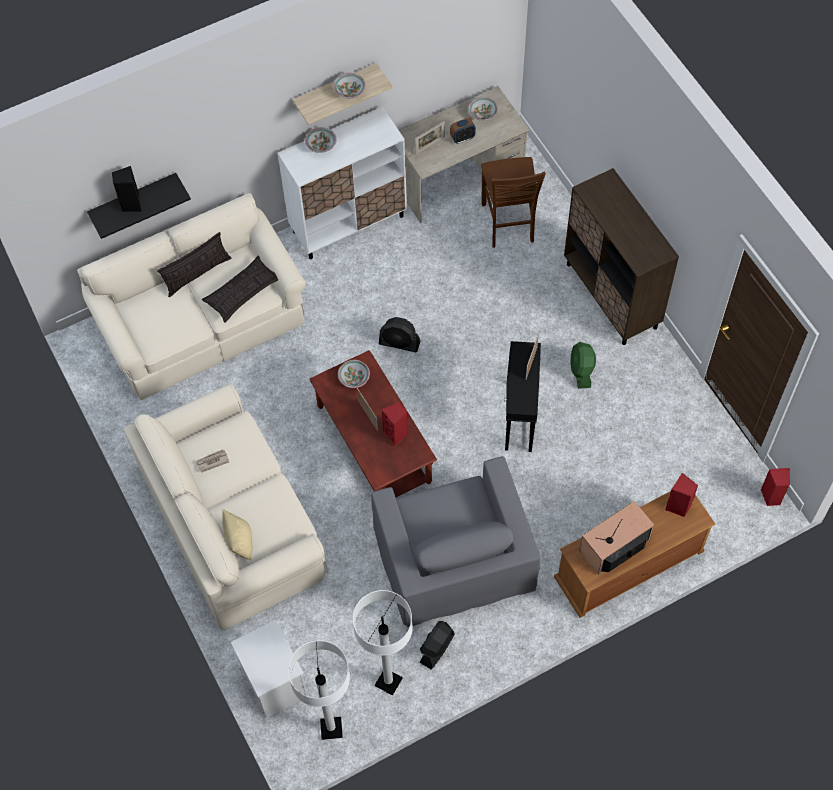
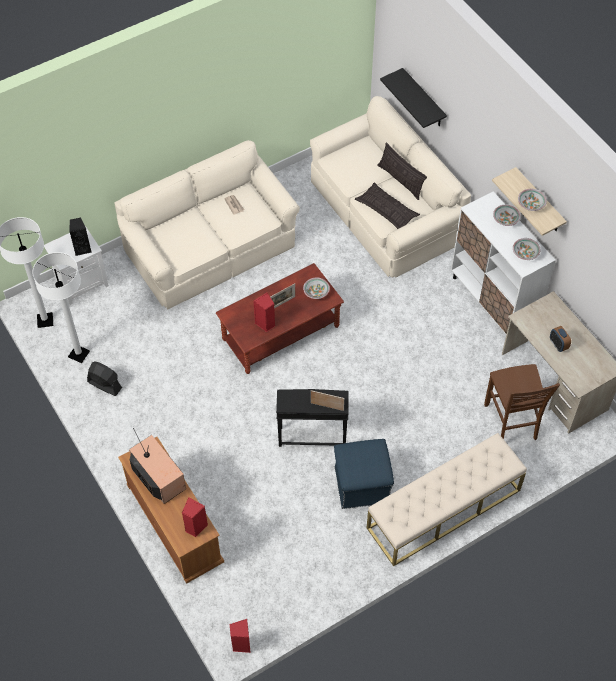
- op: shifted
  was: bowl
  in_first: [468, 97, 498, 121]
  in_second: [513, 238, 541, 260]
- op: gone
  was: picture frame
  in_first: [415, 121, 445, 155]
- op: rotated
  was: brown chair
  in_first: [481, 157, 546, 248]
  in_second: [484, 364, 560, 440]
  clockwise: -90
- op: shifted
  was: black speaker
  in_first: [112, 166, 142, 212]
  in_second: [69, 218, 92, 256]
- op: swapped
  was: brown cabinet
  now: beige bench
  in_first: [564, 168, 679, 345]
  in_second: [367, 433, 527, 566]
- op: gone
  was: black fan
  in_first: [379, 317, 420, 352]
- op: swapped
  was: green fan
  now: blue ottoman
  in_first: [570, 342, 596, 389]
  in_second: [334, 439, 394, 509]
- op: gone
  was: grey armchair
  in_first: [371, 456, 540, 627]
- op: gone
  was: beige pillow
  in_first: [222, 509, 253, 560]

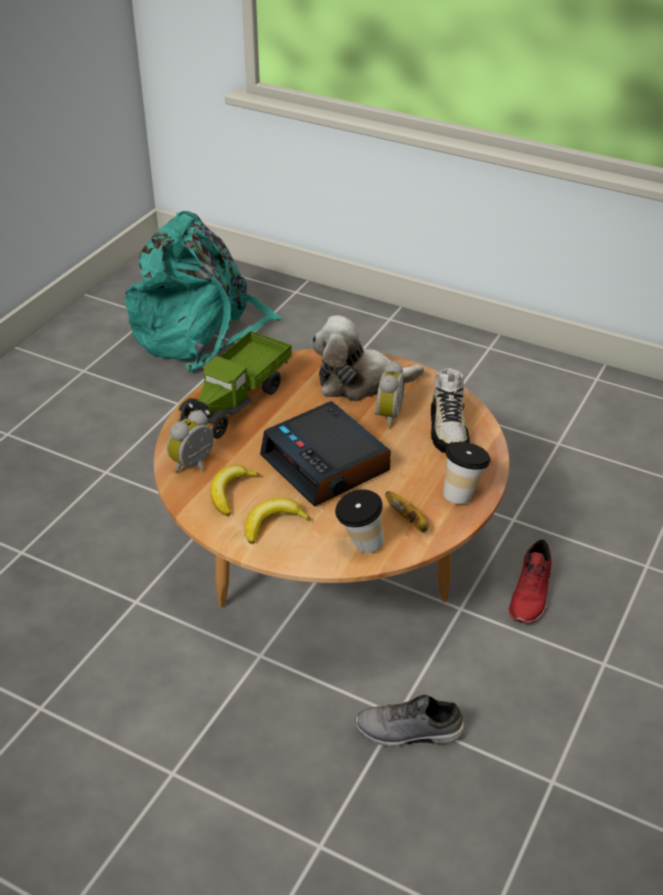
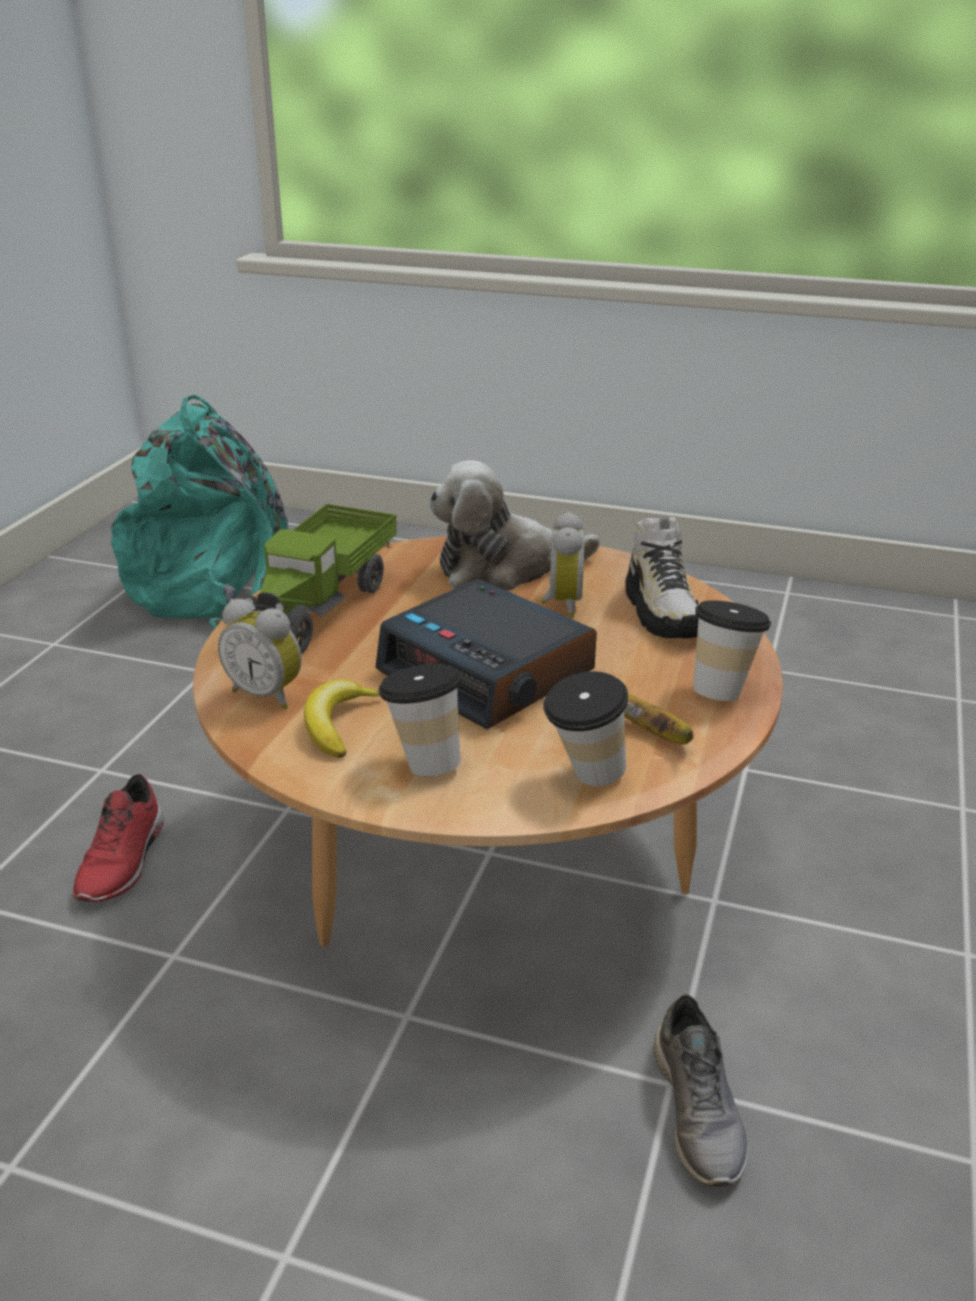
- op: rotated
  was: alarm clock
  in_first: [167, 410, 214, 473]
  in_second: [218, 599, 302, 709]
  clockwise: -90
- op: swapped
  was: banana
  now: cup
  in_first: [245, 498, 311, 544]
  in_second: [378, 664, 461, 776]
- op: shifted
  was: red shoe
  in_first: [509, 539, 552, 624]
  in_second: [73, 774, 164, 902]
- op: rotated
  was: grey shoe
  in_first: [355, 695, 465, 747]
  in_second: [653, 994, 748, 1186]
  clockwise: -90

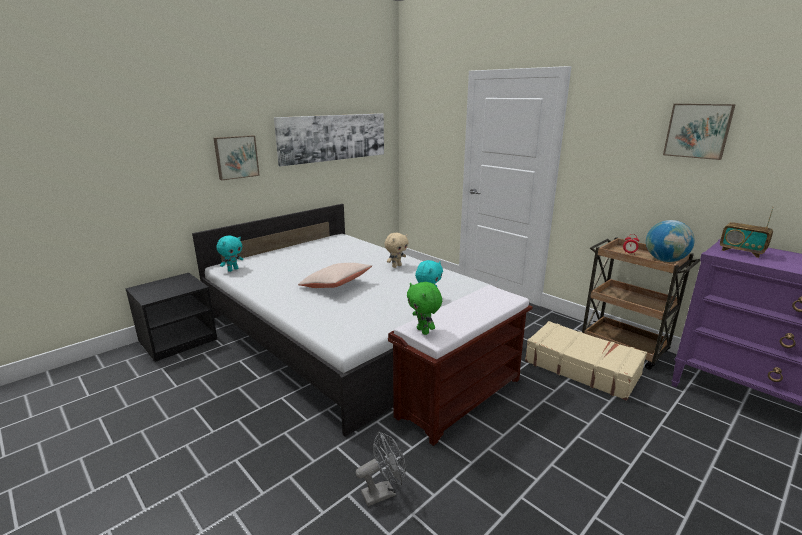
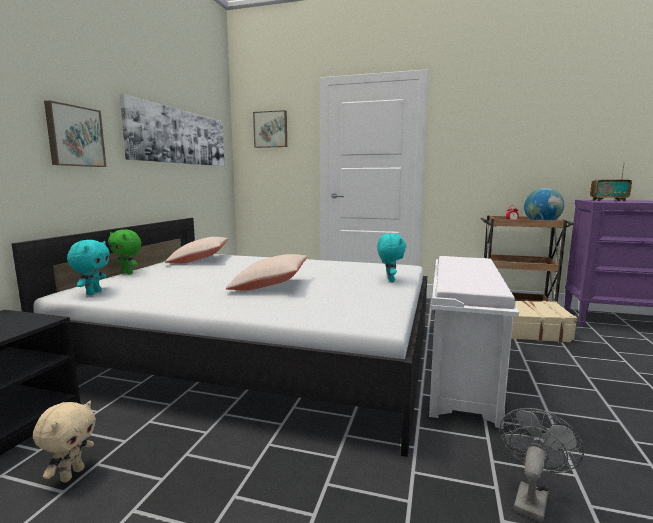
- op: shifted
  was: picture
  in_first: [663, 104, 736, 160]
  in_second: [253, 110, 287, 148]
- op: shifted
  was: beige plush toy
  in_first: [384, 233, 409, 268]
  in_second: [33, 401, 96, 482]
- op: shifted
  was: green plush toy
  in_first: [407, 282, 442, 335]
  in_second: [108, 229, 141, 274]
- op: repainted
  was: brown bench
  now: white bench
  in_first: [388, 285, 533, 446]
  in_second: [429, 256, 519, 429]
- op: new
  now: beige pillow
  in_second: [165, 237, 228, 264]

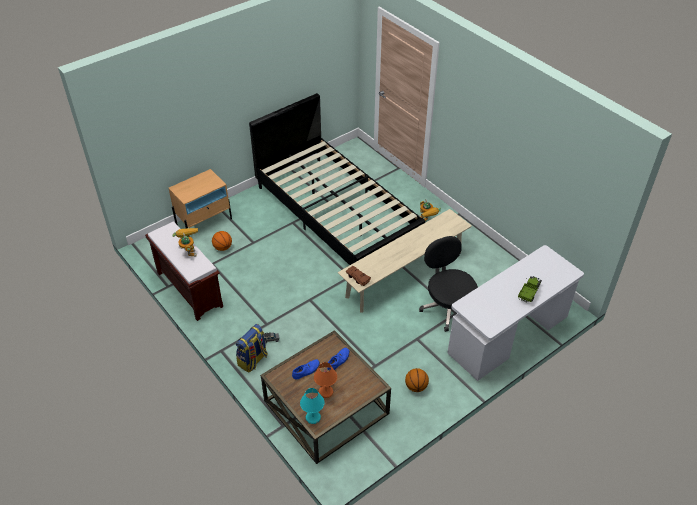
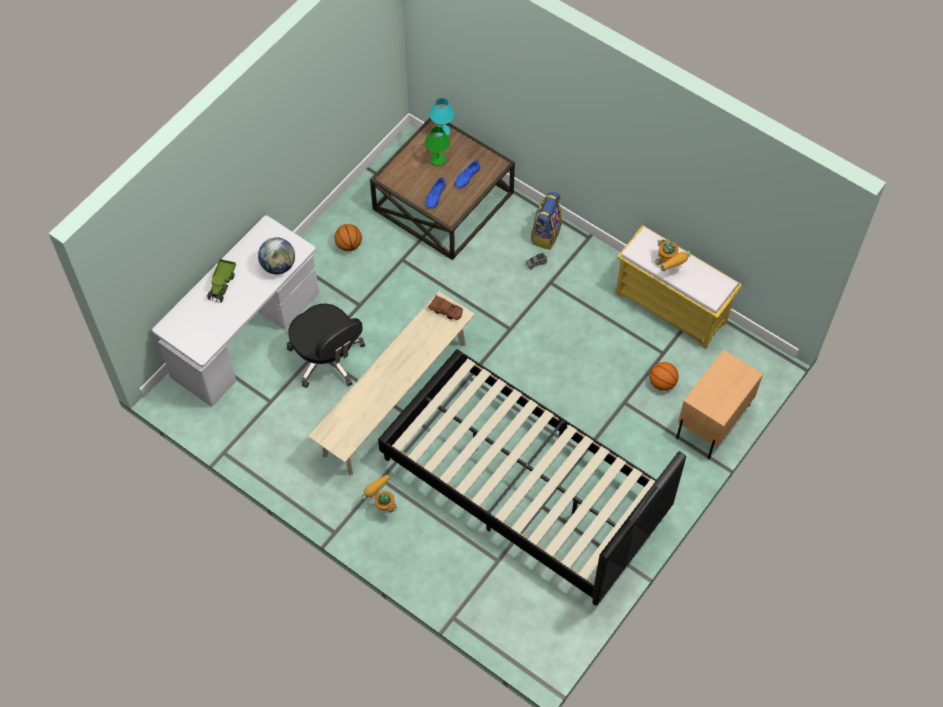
- op: repainted
  was: brown bench
  now: yellow bench
  in_first: [145, 222, 223, 321]
  in_second: [615, 225, 742, 349]
- op: repainted
  was: orange table lamp
  now: green table lamp
  in_first: [314, 362, 337, 398]
  in_second: [425, 126, 450, 166]
- op: new
  now: globe
  in_second: [258, 238, 295, 274]

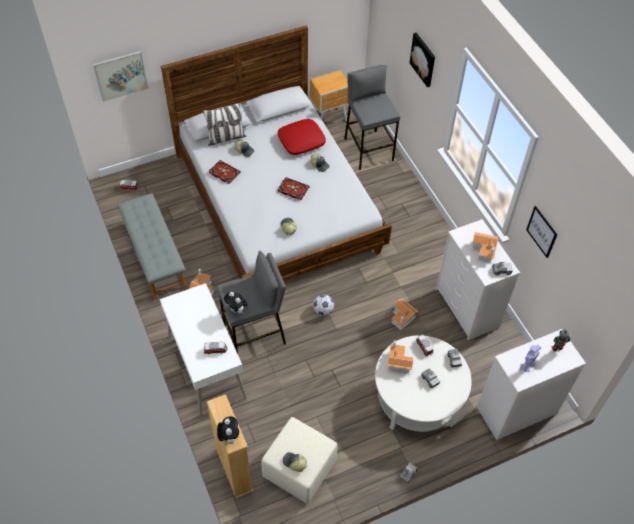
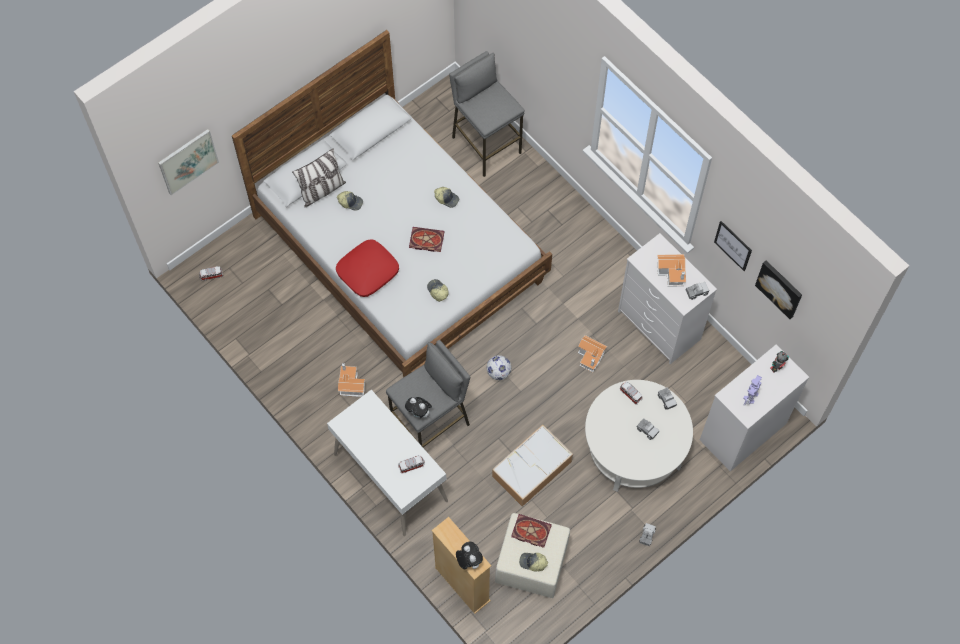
- op: shifted
  was: picture
  in_first: [410, 32, 435, 87]
  in_second: [755, 261, 802, 319]
- op: gone
  was: brown nightstand
  in_first: [310, 70, 348, 121]
- op: shifted
  was: red pillow
  in_first: [278, 119, 326, 155]
  in_second: [336, 239, 399, 297]
- op: shifted
  was: book
  in_first: [209, 160, 241, 184]
  in_second: [511, 514, 552, 548]
- op: gone
  was: grey bench
  in_first: [117, 193, 186, 300]
- op: gone
  was: toy house
  in_first: [388, 341, 413, 374]
- op: new
  now: storage box
  in_second: [492, 425, 573, 507]

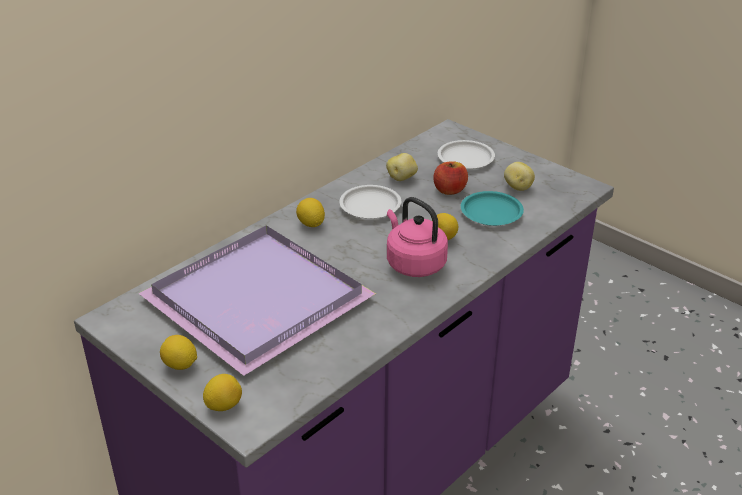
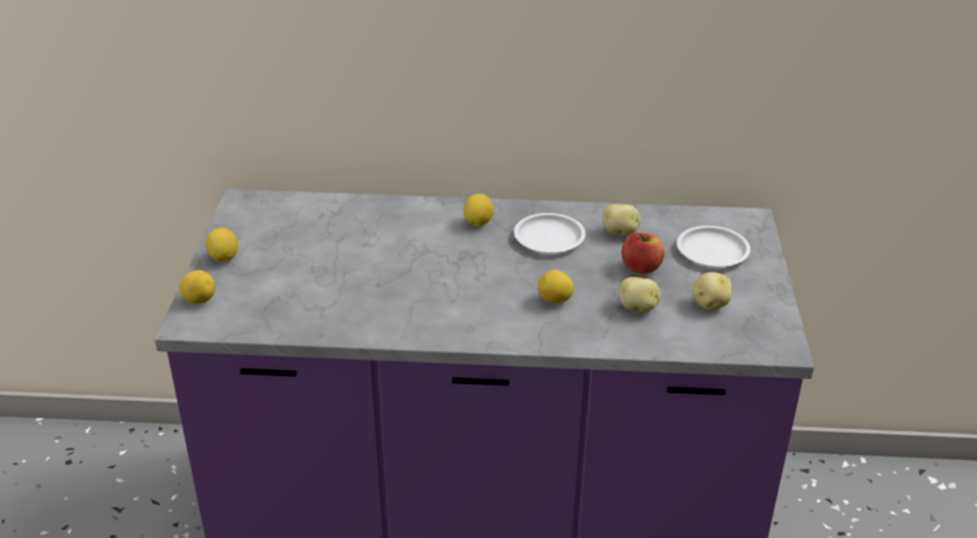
- op: swapped
  was: turquoise plate
  now: potato
  in_first: [461, 191, 524, 226]
  in_second: [619, 277, 661, 312]
- op: gone
  was: pink kettle
  in_first: [387, 197, 448, 277]
- op: gone
  was: purple tray
  in_first: [138, 225, 376, 376]

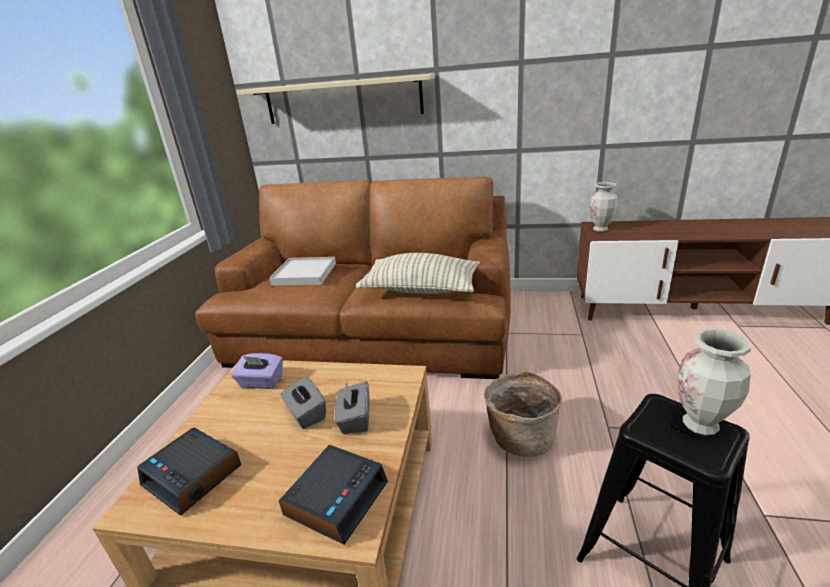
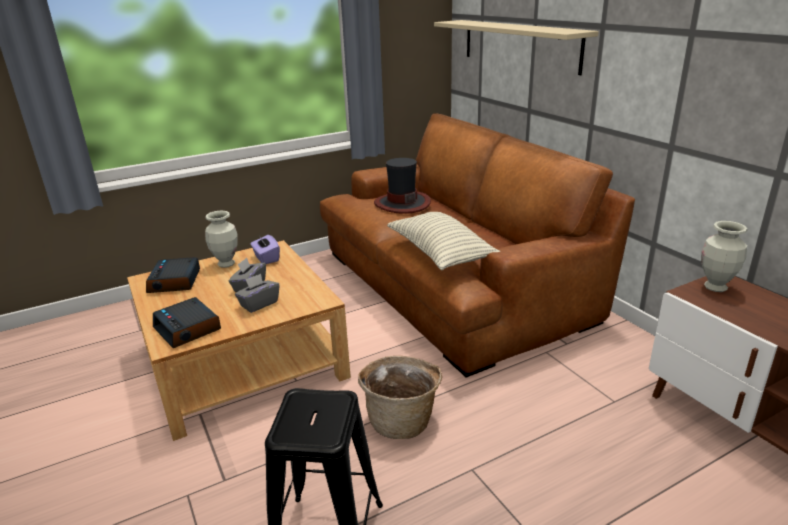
- op: swapped
  was: white tray
  now: hat
  in_first: [269, 257, 336, 286]
  in_second: [374, 158, 431, 214]
- op: shifted
  was: vase
  in_first: [678, 328, 751, 436]
  in_second: [205, 210, 238, 268]
- op: rotated
  was: alarm clock
  in_first: [279, 445, 388, 545]
  in_second: [153, 297, 221, 348]
  clockwise: 60

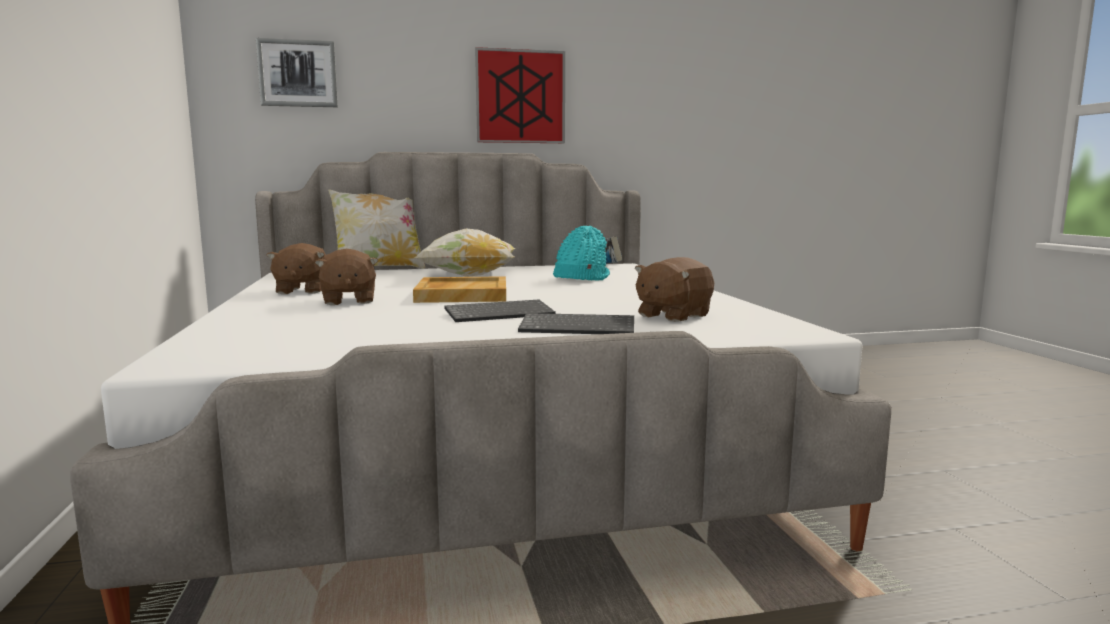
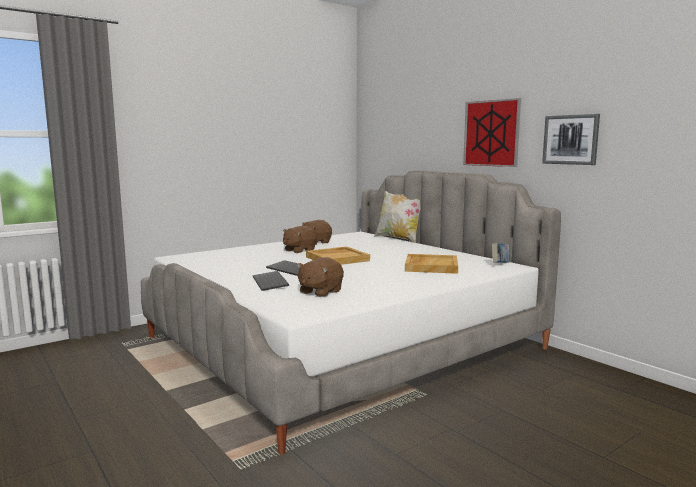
- op: shifted
  was: picture
  in_first: [256, 38, 338, 107]
  in_second: [542, 114, 600, 165]
- op: swapped
  was: turquoise hat
  now: beige tray
  in_first: [553, 226, 610, 281]
  in_second: [405, 254, 458, 274]
- op: gone
  was: pillow
  in_first: [414, 228, 516, 277]
- op: rotated
  was: brown plush toy
  in_first: [634, 257, 714, 322]
  in_second: [297, 257, 344, 297]
  clockwise: -75

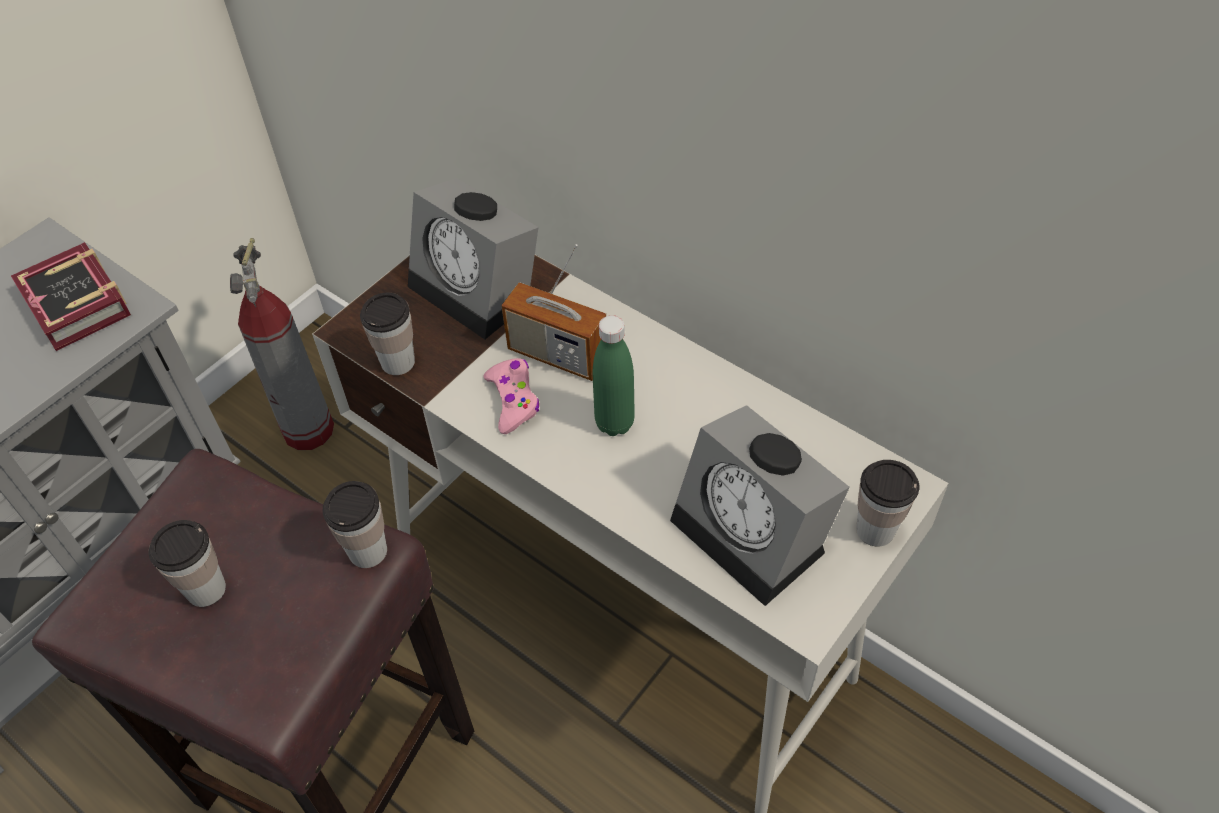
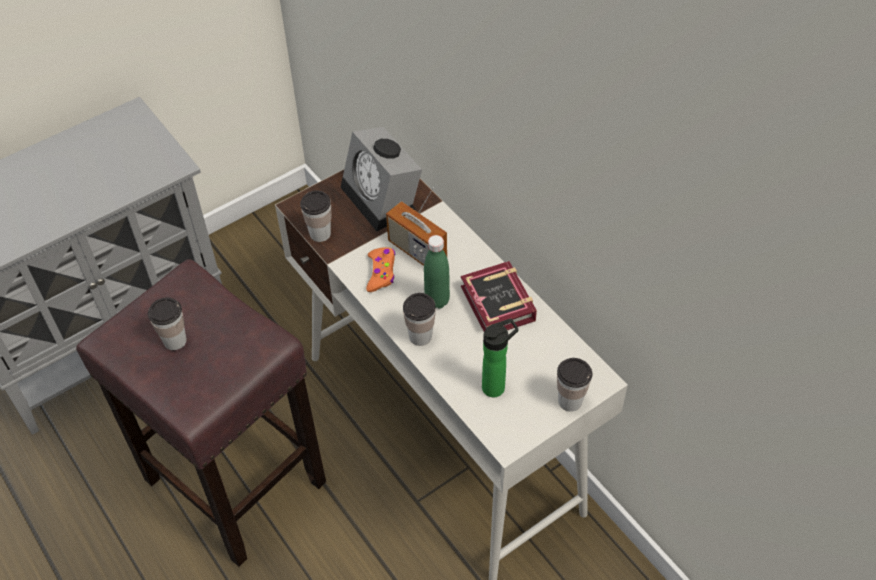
- op: gone
  was: fire extinguisher
  in_first: [230, 238, 334, 450]
- op: shifted
  was: book
  in_first: [11, 242, 131, 351]
  in_second: [461, 261, 537, 331]
- op: repainted
  was: pink game controller
  now: orange game controller
  in_first: [484, 358, 540, 434]
  in_second: [366, 247, 395, 292]
- op: swapped
  was: alarm clock
  now: bottle
  in_first: [670, 405, 850, 606]
  in_second: [482, 318, 519, 397]
- op: shifted
  was: cup
  in_first: [323, 481, 387, 568]
  in_second: [403, 293, 436, 346]

